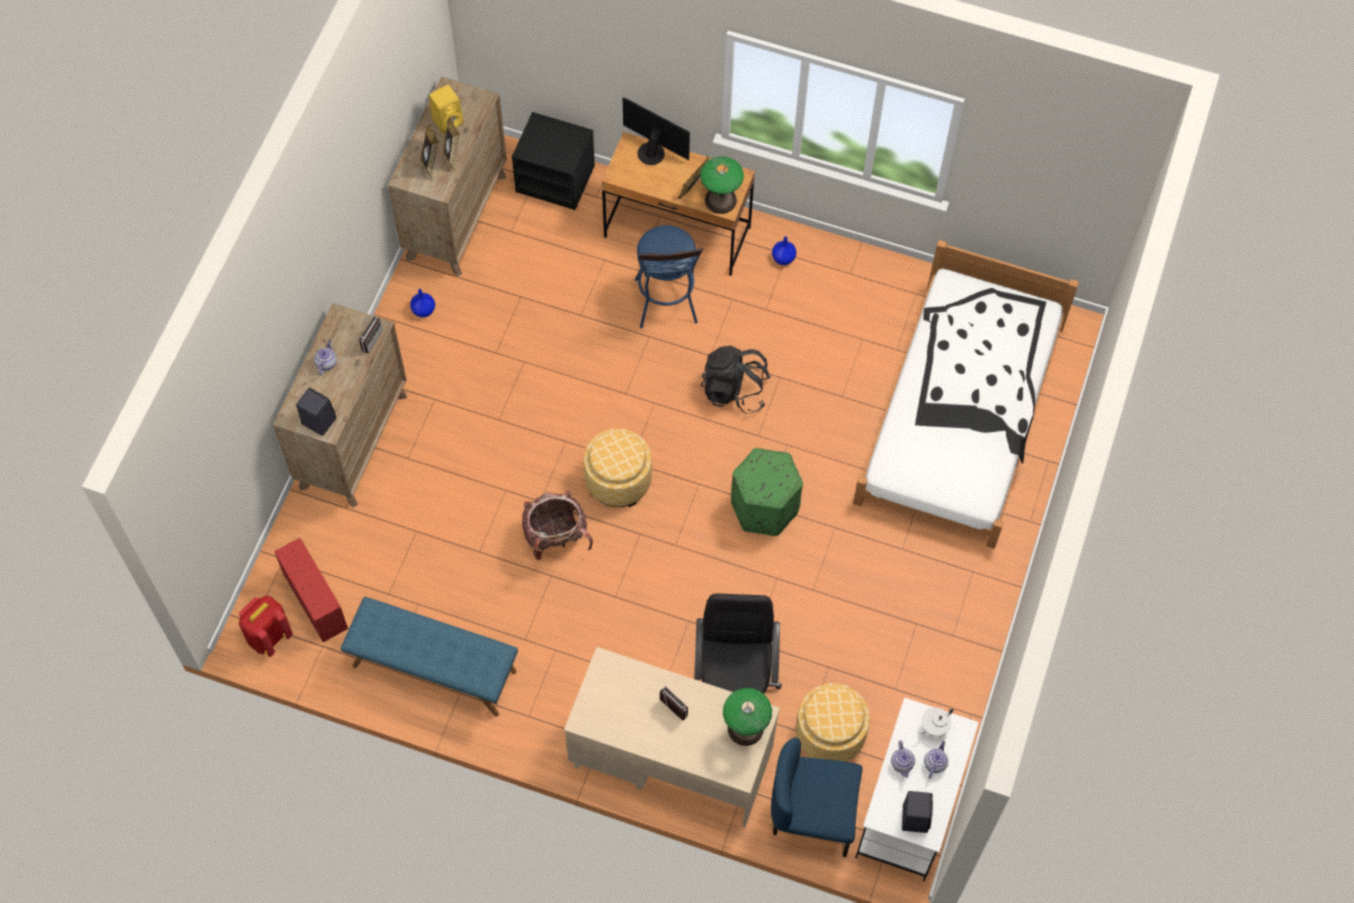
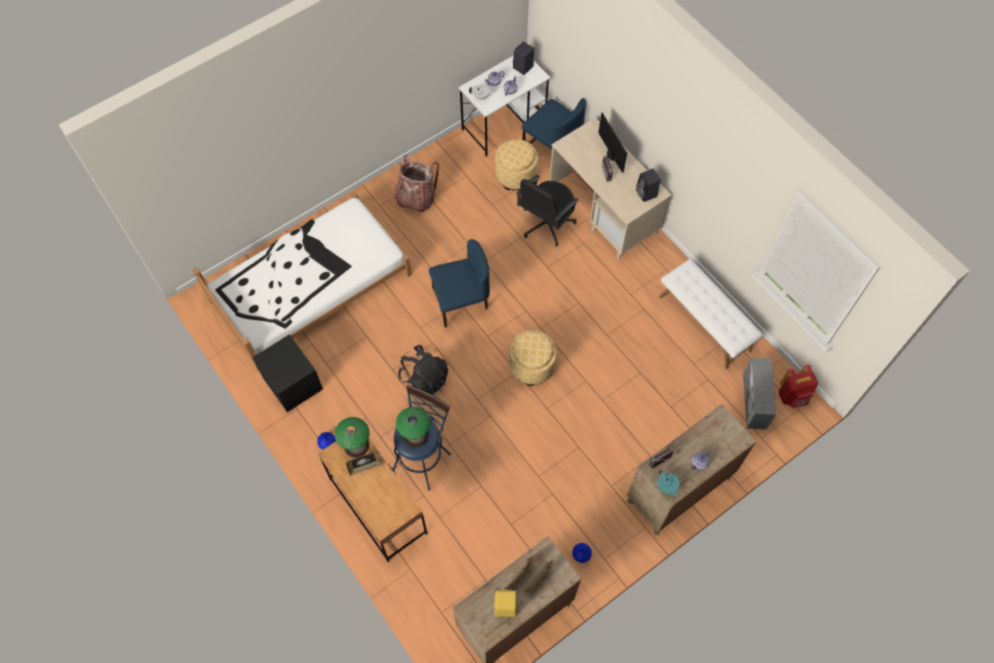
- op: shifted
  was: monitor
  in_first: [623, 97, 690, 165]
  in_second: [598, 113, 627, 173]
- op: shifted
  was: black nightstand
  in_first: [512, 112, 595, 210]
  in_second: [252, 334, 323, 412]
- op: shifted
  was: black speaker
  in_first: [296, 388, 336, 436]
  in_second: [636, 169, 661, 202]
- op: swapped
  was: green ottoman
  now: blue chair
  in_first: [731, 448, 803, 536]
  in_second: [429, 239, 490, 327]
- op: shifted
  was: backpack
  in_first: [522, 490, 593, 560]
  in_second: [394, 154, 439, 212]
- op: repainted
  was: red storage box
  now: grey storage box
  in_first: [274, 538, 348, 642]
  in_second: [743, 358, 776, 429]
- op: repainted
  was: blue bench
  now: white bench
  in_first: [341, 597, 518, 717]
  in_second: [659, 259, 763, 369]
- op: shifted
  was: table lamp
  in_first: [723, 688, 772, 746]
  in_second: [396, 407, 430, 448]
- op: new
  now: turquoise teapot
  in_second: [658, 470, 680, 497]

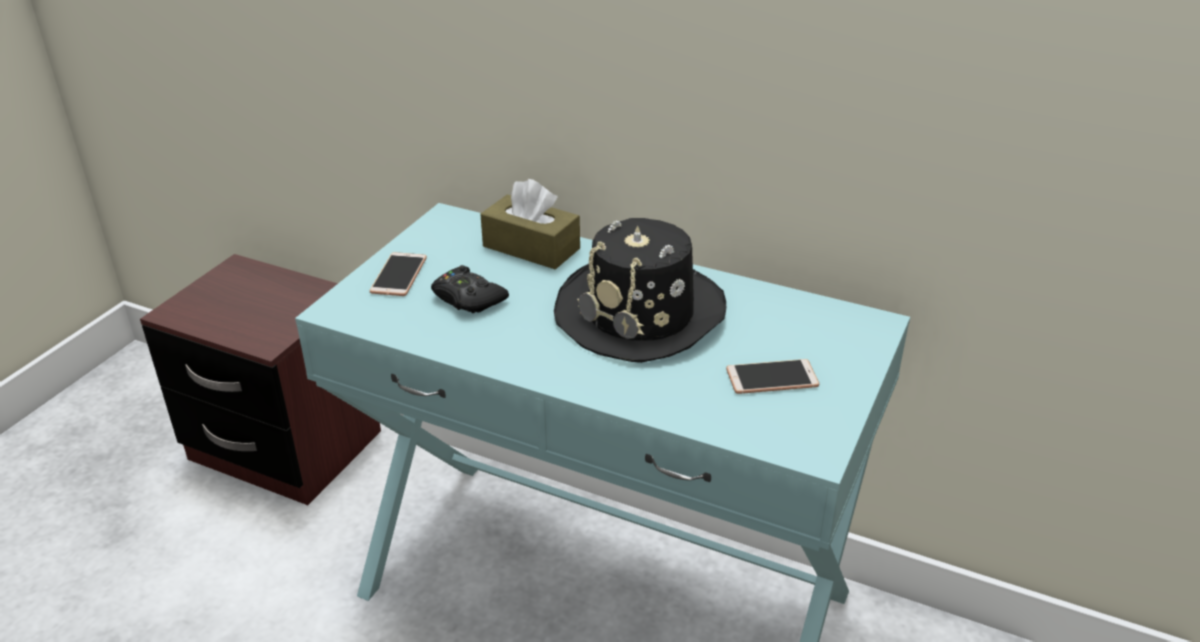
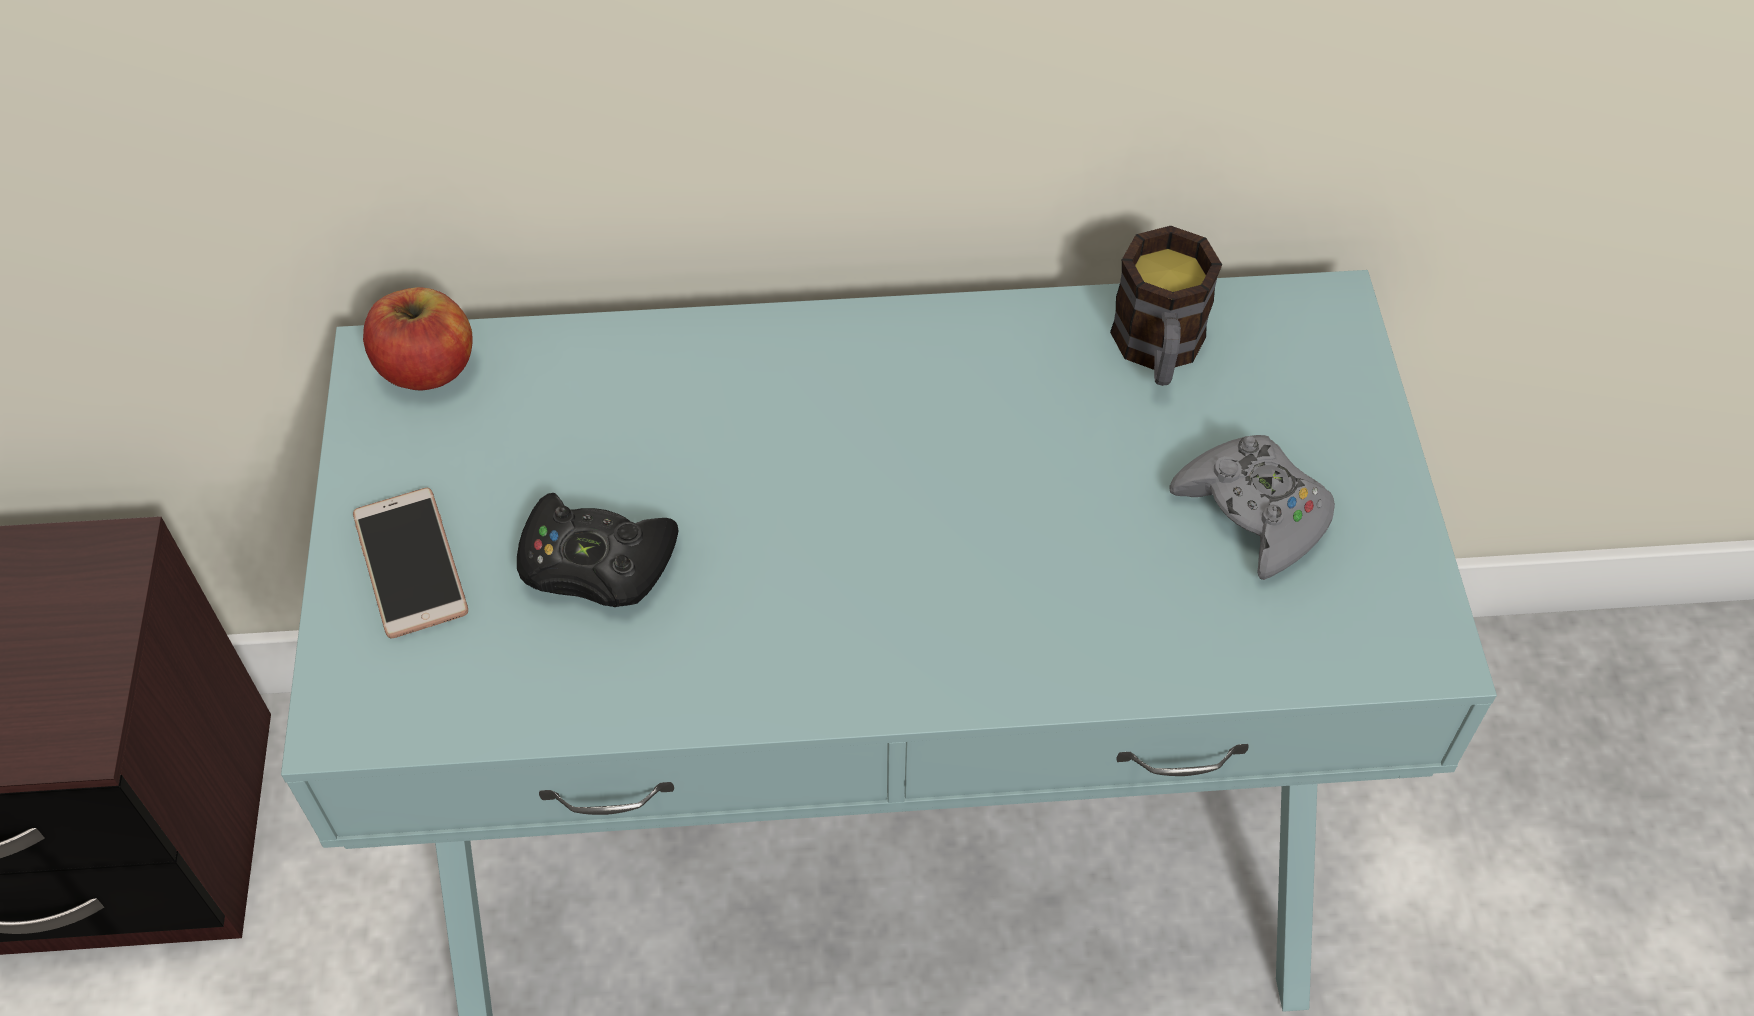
- op: gone
  was: brown tissue box
  in_first: [480, 179, 580, 269]
- op: gone
  was: black hat
  in_first: [554, 218, 726, 363]
- op: swapped
  was: phone
  now: grey game controller
  in_first: [726, 359, 819, 394]
  in_second: [1169, 435, 1335, 580]
- op: new
  now: mug
  in_second: [1110, 226, 1222, 386]
- op: new
  now: apple
  in_second: [363, 287, 472, 391]

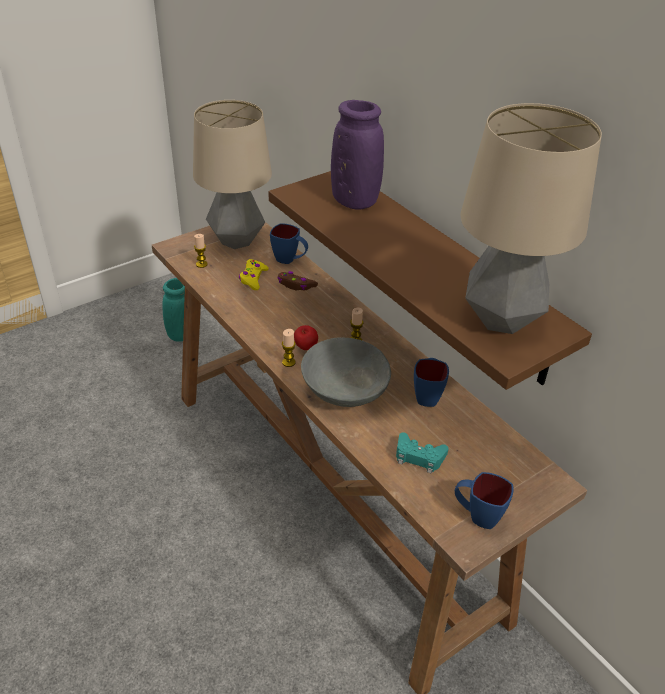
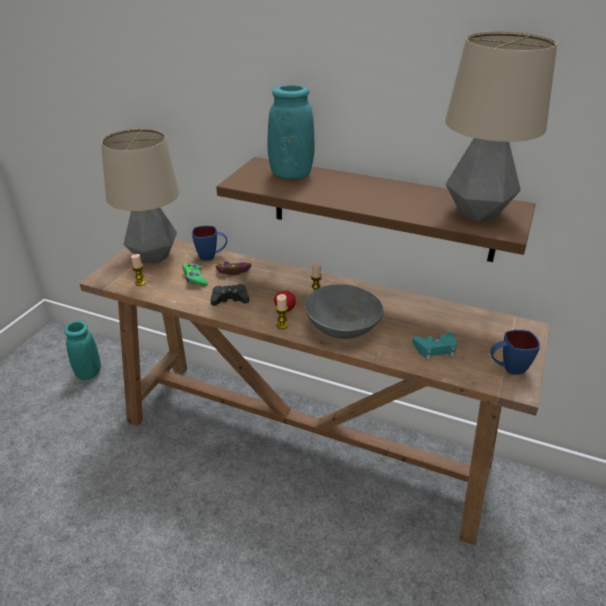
- op: repainted
  was: purple vase
  now: turquoise vase
  in_first: [331, 100, 384, 210]
  in_second: [267, 85, 315, 179]
- op: repainted
  was: yellow game controller
  now: green game controller
  in_first: [239, 259, 269, 290]
  in_second: [183, 263, 208, 286]
- op: gone
  was: blue mug
  in_first: [414, 358, 449, 407]
- op: new
  now: black game controller
  in_second: [210, 284, 249, 306]

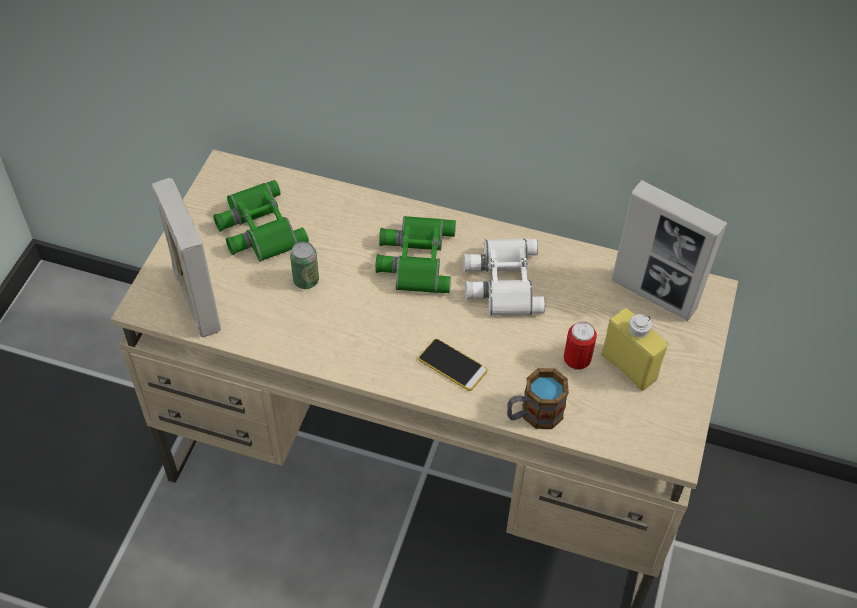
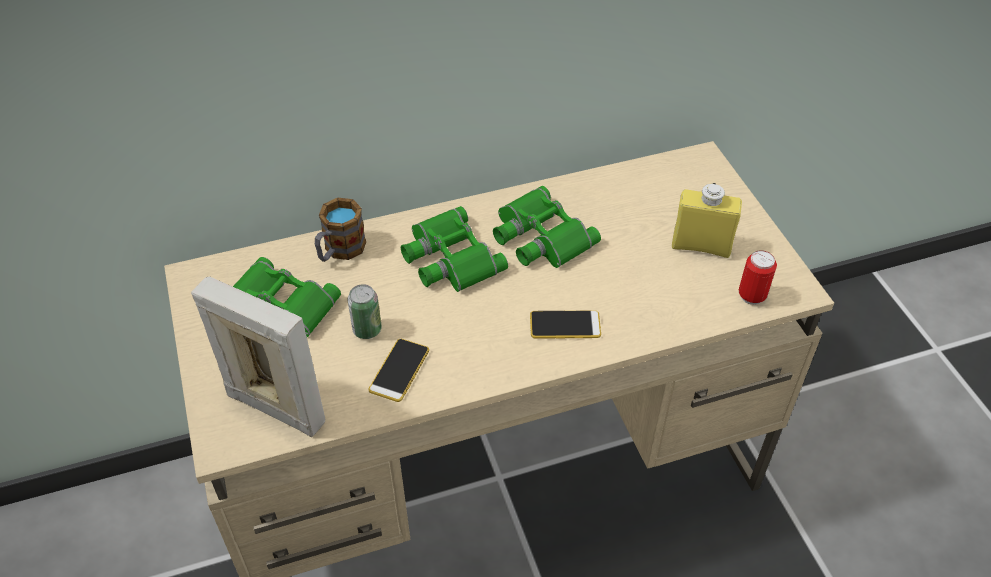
- op: gone
  was: picture frame
  in_first: [612, 180, 727, 321]
- op: repainted
  was: white binoculars
  now: green binoculars
  in_first: [463, 238, 545, 315]
  in_second: [493, 186, 601, 268]
- op: shifted
  was: can
  in_first: [564, 322, 597, 370]
  in_second: [739, 250, 777, 305]
- op: shifted
  was: mug
  in_first: [507, 368, 569, 429]
  in_second: [315, 198, 366, 262]
- op: new
  now: phone
  in_second: [368, 339, 429, 402]

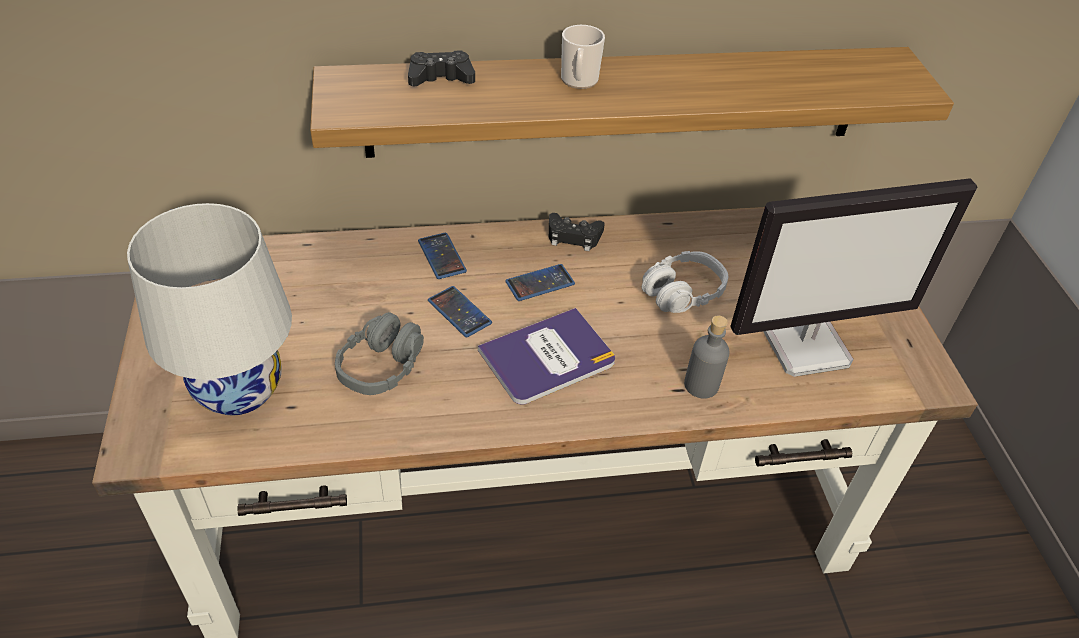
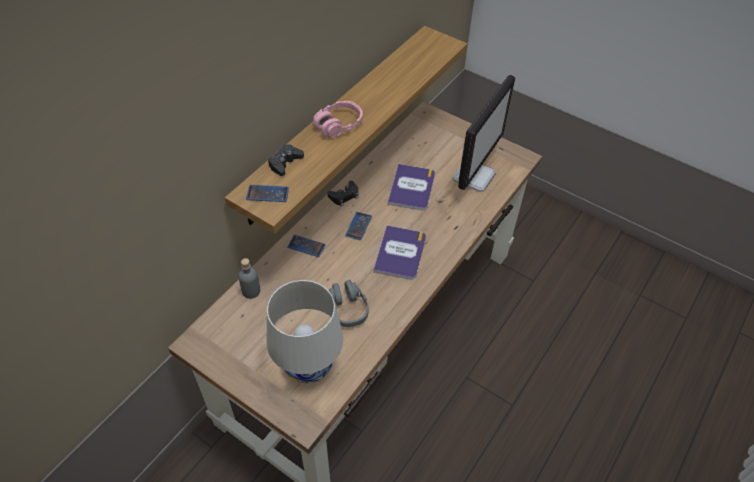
- op: swapped
  was: mug
  now: pink headphones
  in_first: [561, 25, 605, 89]
  in_second: [313, 101, 363, 138]
- op: swapped
  was: grey headphones
  now: book
  in_first: [641, 251, 728, 313]
  in_second: [388, 164, 435, 210]
- op: shifted
  was: phone
  in_first: [428, 286, 492, 337]
  in_second: [246, 185, 289, 202]
- op: shifted
  was: grey bottle
  in_first: [684, 315, 730, 399]
  in_second: [238, 258, 260, 299]

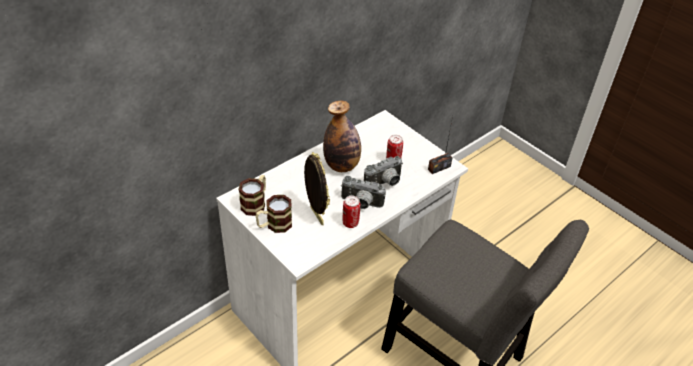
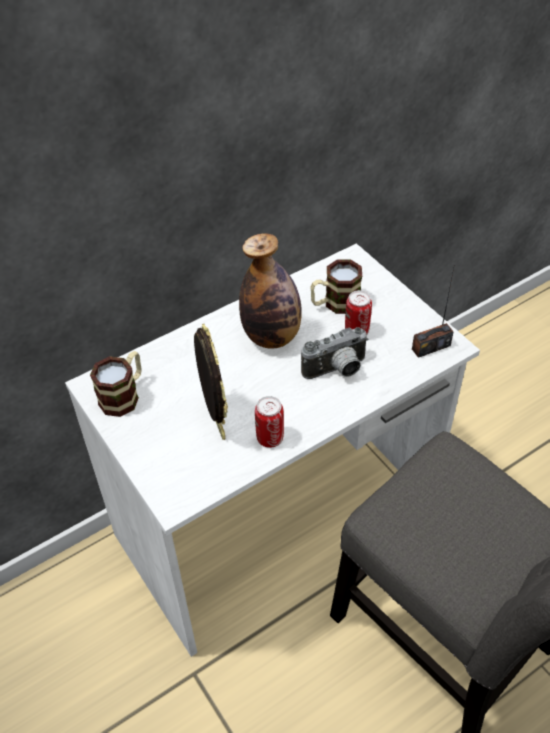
- op: gone
  was: photo camera
  in_first: [341, 176, 386, 209]
- op: shifted
  was: mug
  in_first: [256, 195, 292, 233]
  in_second: [310, 260, 362, 314]

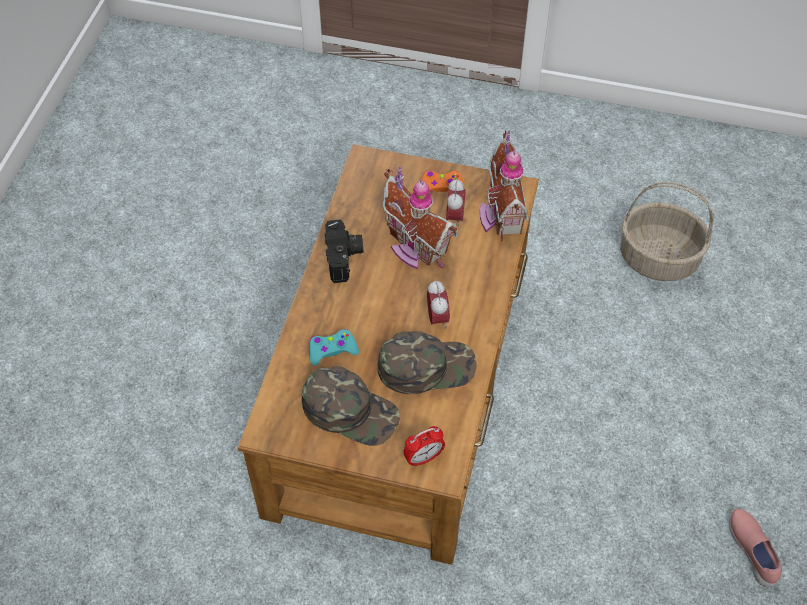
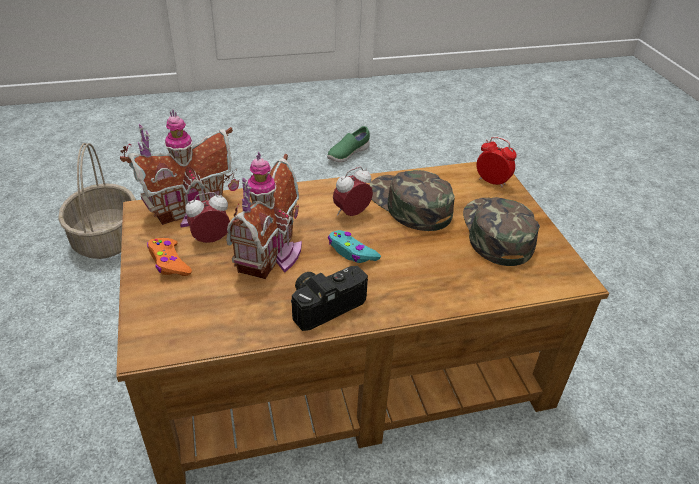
- op: shifted
  was: turquoise game controller
  in_first: [309, 329, 359, 366]
  in_second: [328, 230, 381, 263]
- op: repainted
  was: pink shoe
  now: green shoe
  in_first: [729, 508, 782, 588]
  in_second: [327, 126, 370, 162]

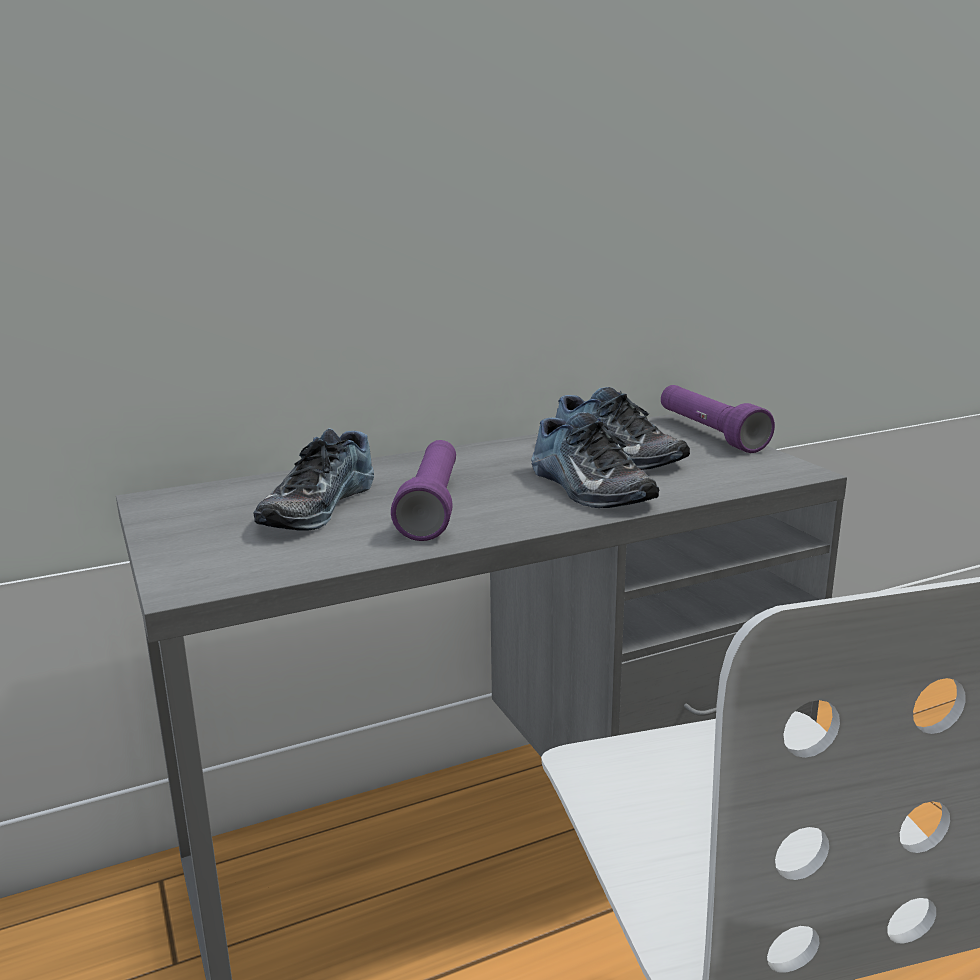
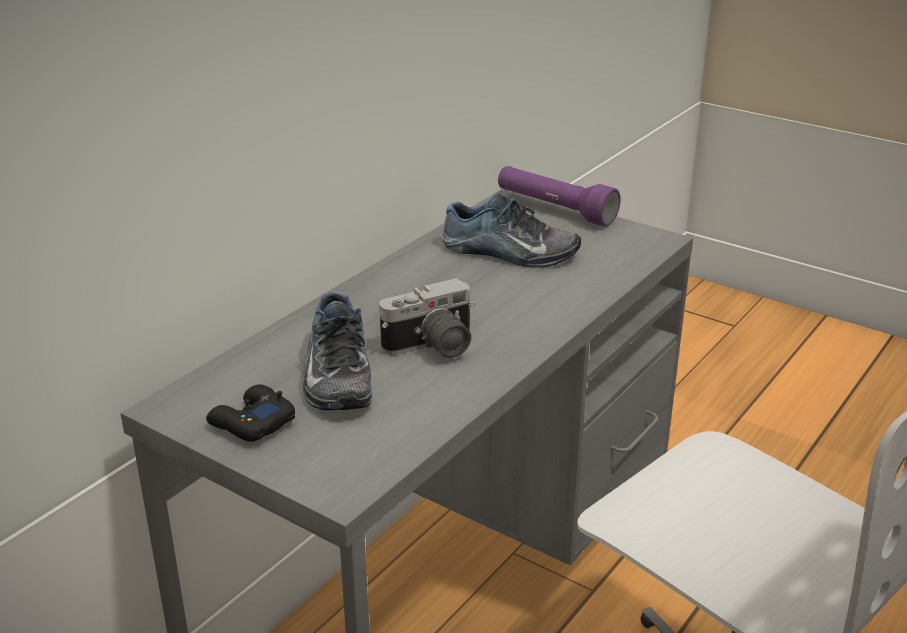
- op: gone
  was: shoe
  in_first: [531, 412, 659, 508]
- op: swapped
  was: purple flashlight
  now: photo camera
  in_first: [391, 440, 456, 541]
  in_second: [380, 278, 475, 358]
- op: new
  now: black game controller
  in_second: [206, 384, 295, 442]

